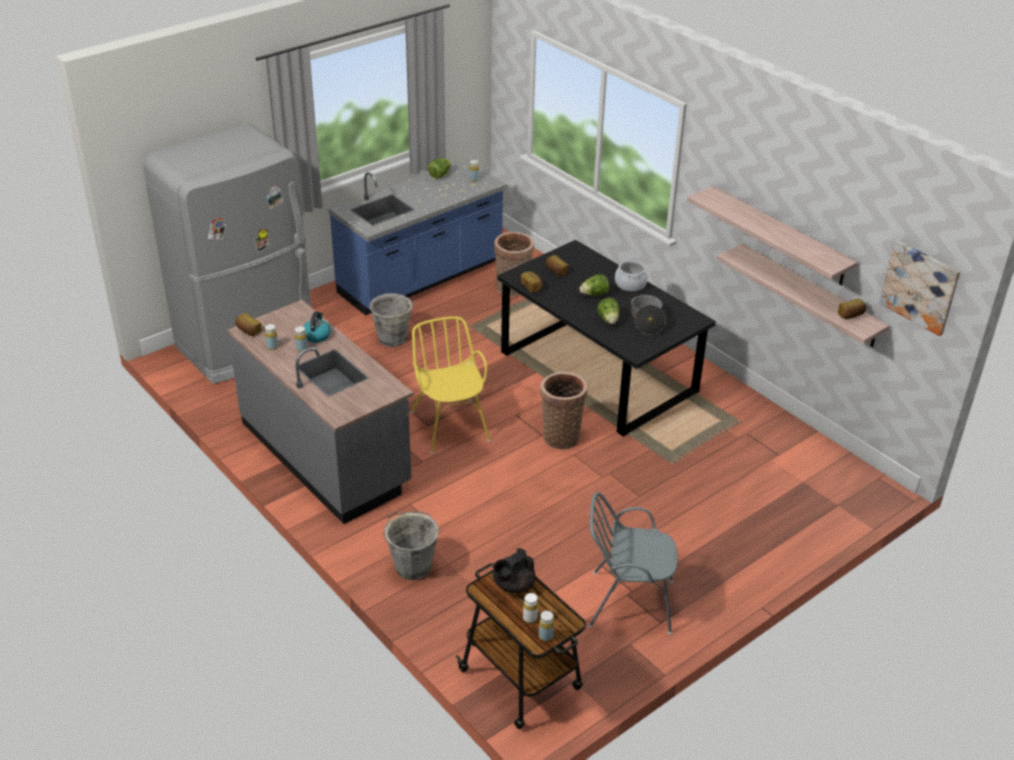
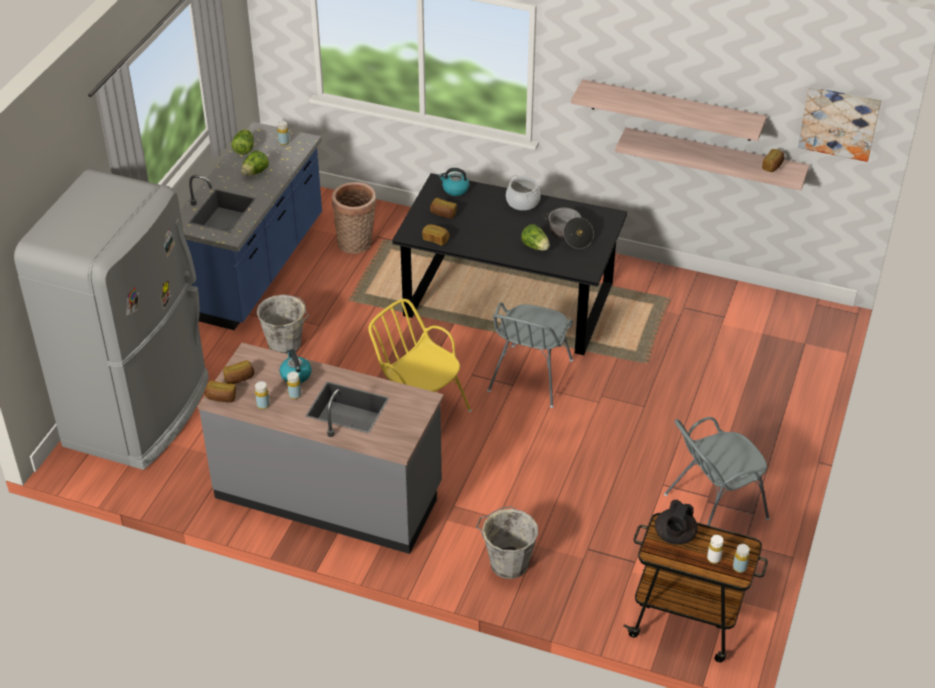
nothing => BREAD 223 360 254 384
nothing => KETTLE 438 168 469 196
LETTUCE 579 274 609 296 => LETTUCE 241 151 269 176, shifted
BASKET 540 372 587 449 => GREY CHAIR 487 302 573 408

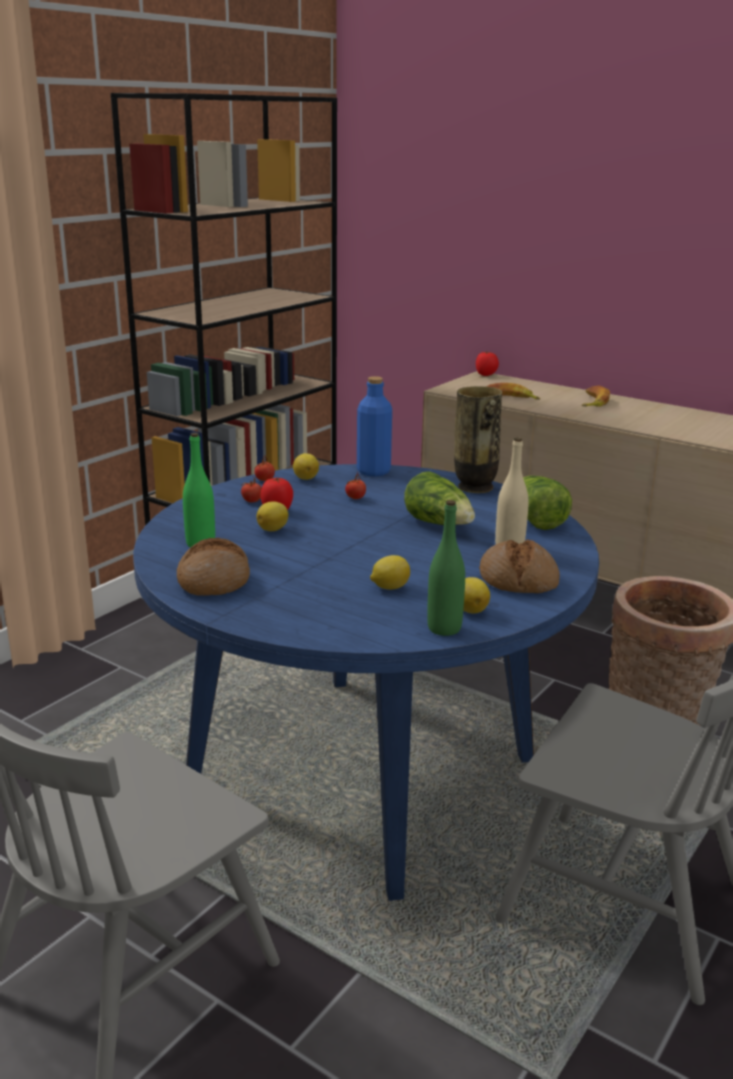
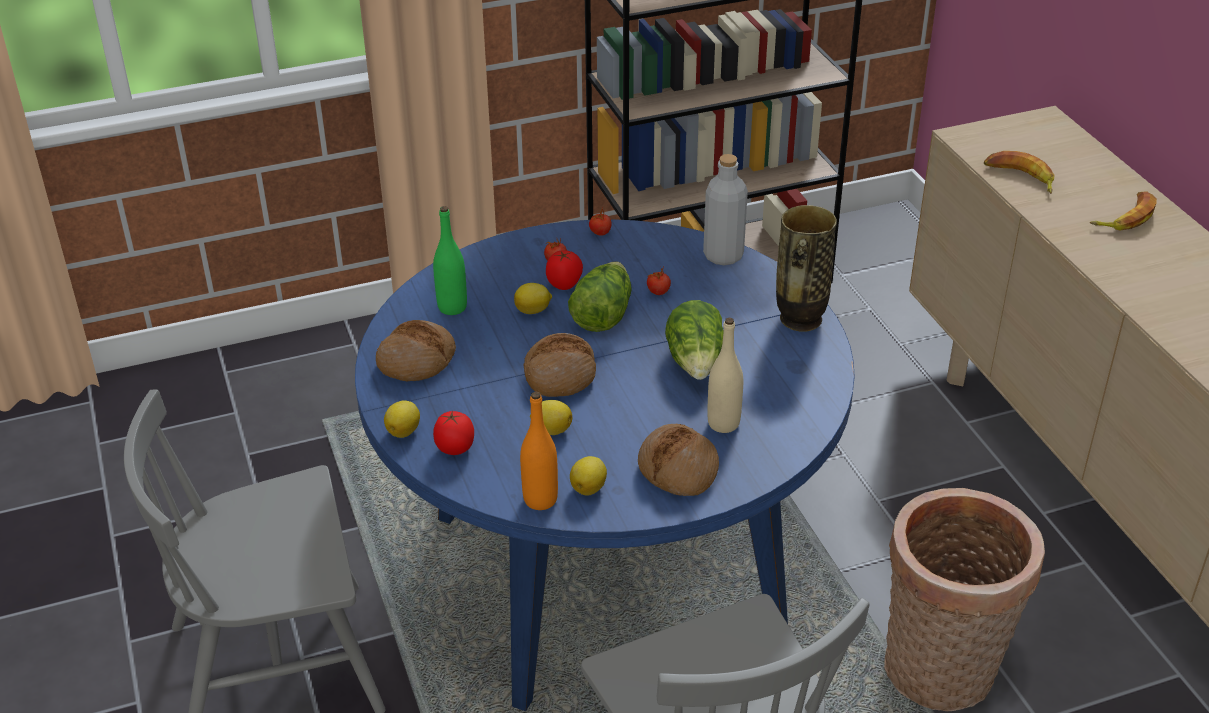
nothing => BREAD 523 333 596 397
LEMON 293 453 319 480 => LEMON 384 401 420 438, shifted
TOMATO 476 351 499 376 => TOMATO 433 411 474 455, shifted
LETTUCE 523 475 572 530 => LETTUCE 568 262 632 332, shifted
BLUE BOTTLE 357 376 392 476 => GREY BOTTLE 703 154 748 265
GREEN BOTTLE 427 500 465 636 => ORANGE BOTTLE 520 391 558 510

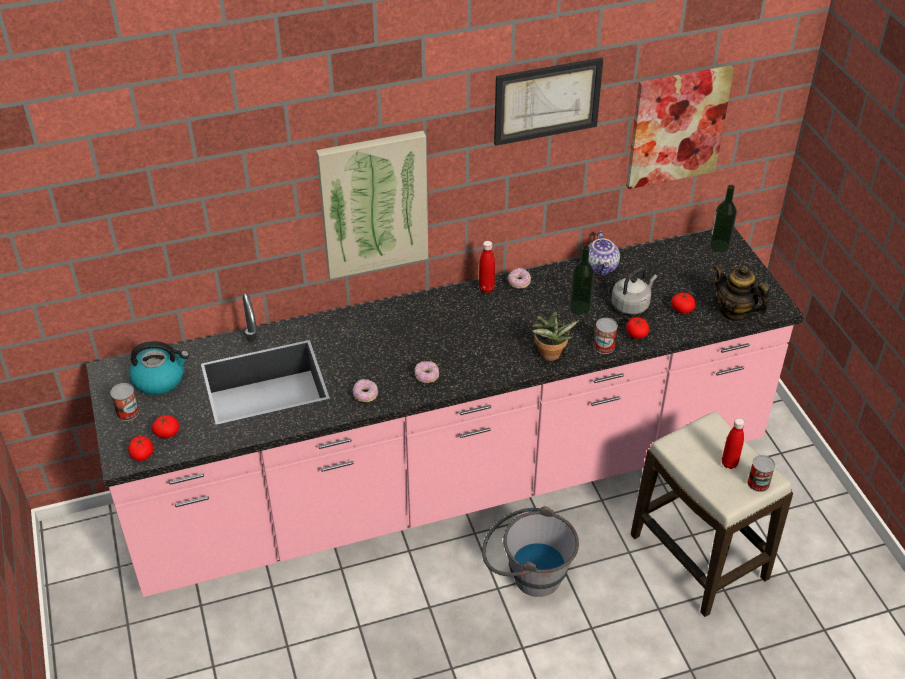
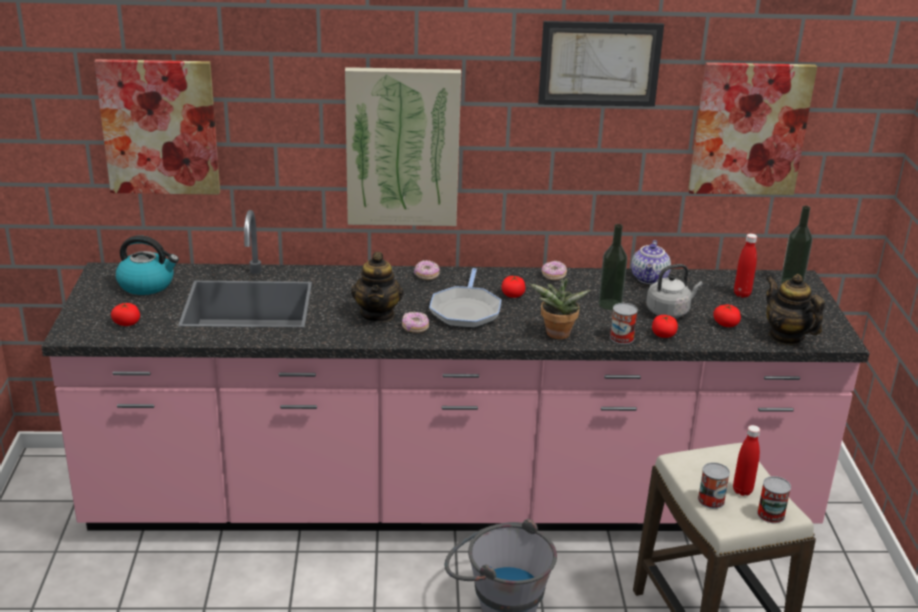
nothing => PICTURE 94 59 220 195
nothing => TEAPOT 351 252 404 322
nothing => FRYING PAN 429 268 501 328
CAN 110 383 139 421 => CAN 698 462 730 509, shifted
TOMATO 128 436 154 461 => TOMATO 502 275 525 298, shifted
DONUT 353 379 378 402 => DONUT 414 260 440 280, shifted
RED BOTTLE 479 241 495 293 => RED BOTTLE 734 234 757 298, shifted

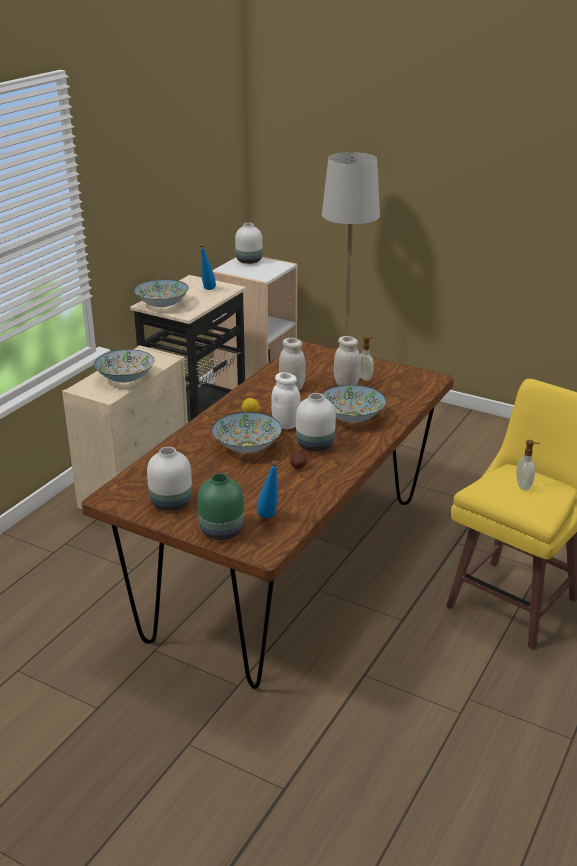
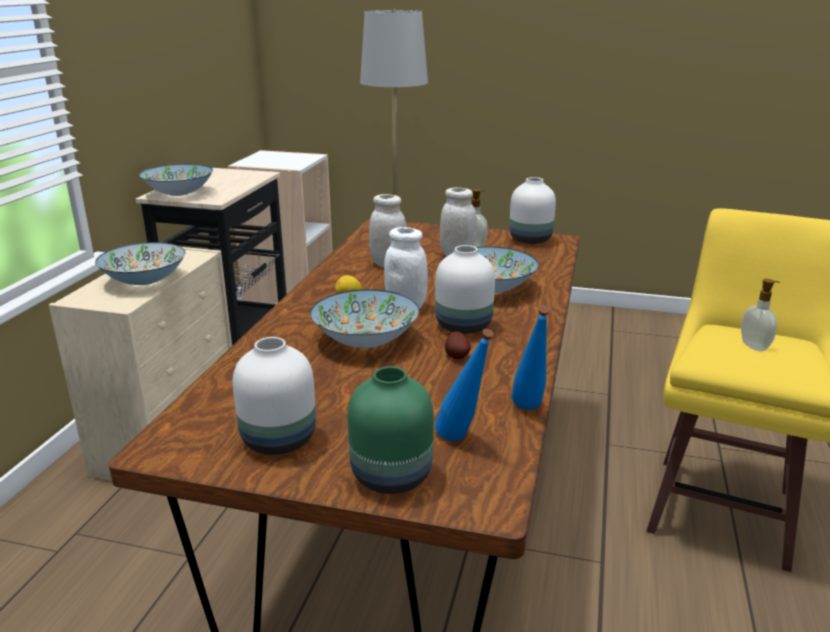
BLUE BOTTLE 200 243 216 290 => BLUE BOTTLE 512 306 550 410, shifted
WHITE VASE 235 223 262 264 => WHITE VASE 509 177 556 244, shifted

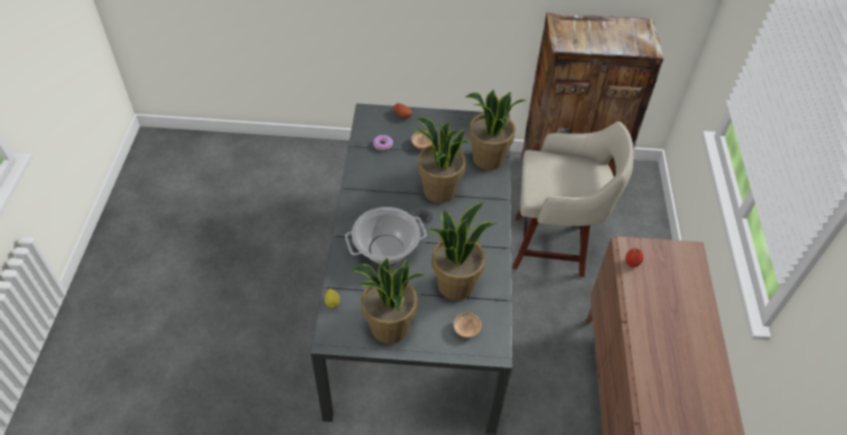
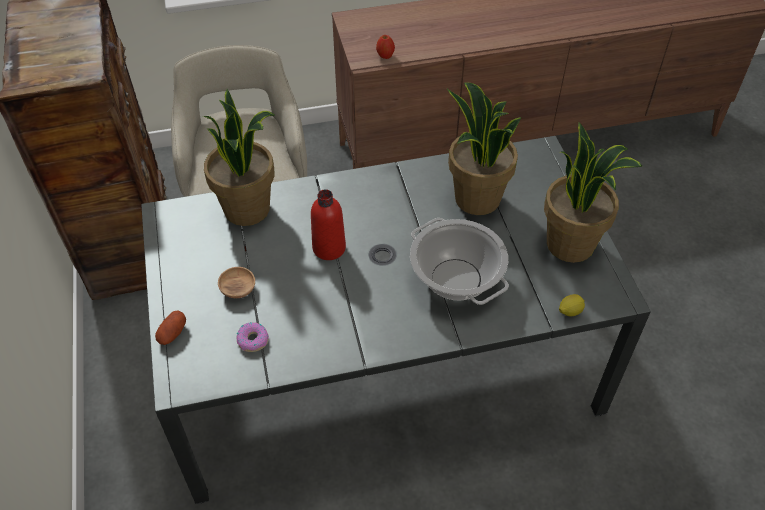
BROWN BOWL 453 312 482 338 => nothing
POTTED PLANT 413 118 470 203 => RED BOTTLE 311 189 346 260

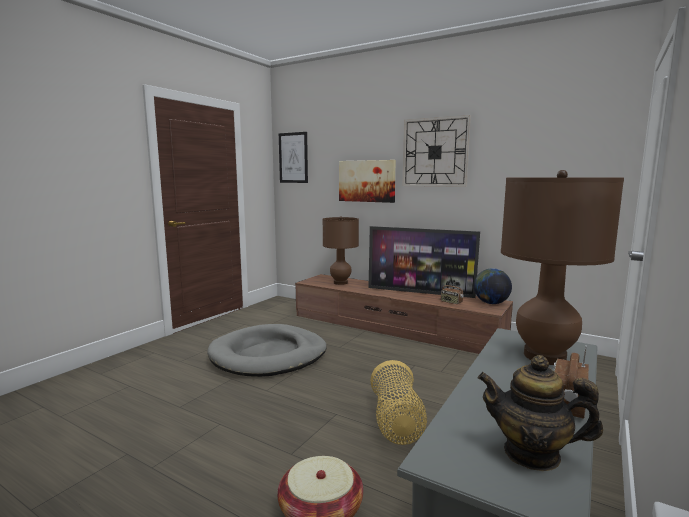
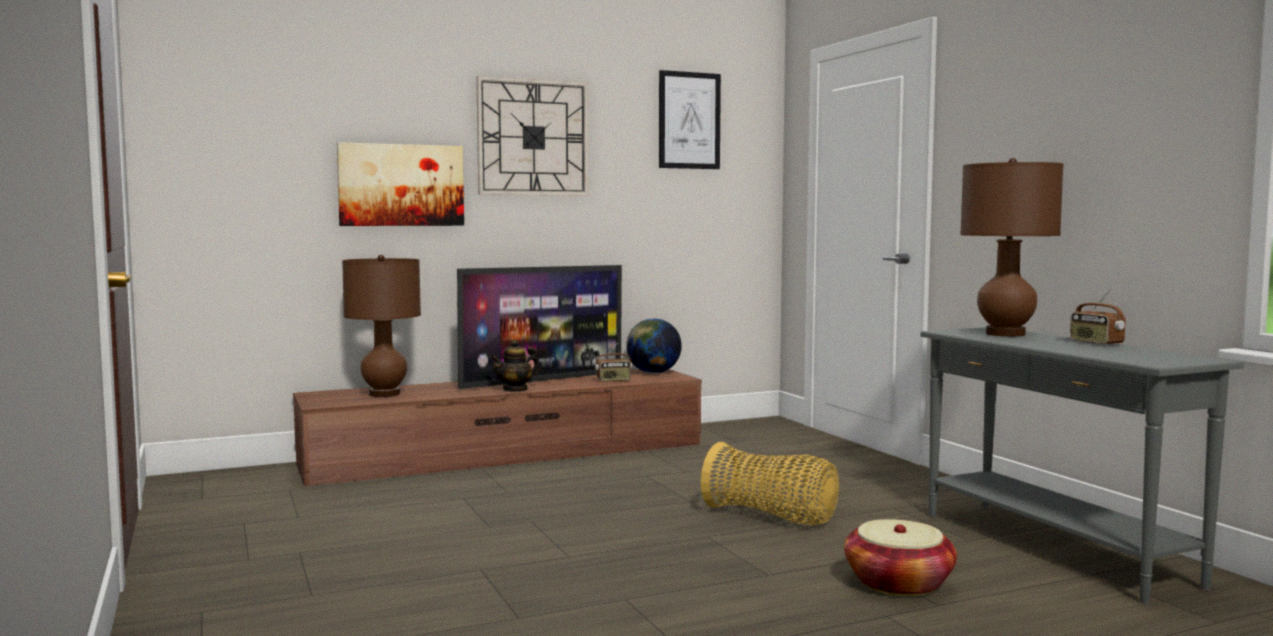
GREY DOG BED 207 324 327 377 => nothing
PICTURE 279 132 308 183 => PICTURE 659 70 721 169, shifted
TEAPOT 478 355 603 471 => TEAPOT 490 340 540 392, shifted

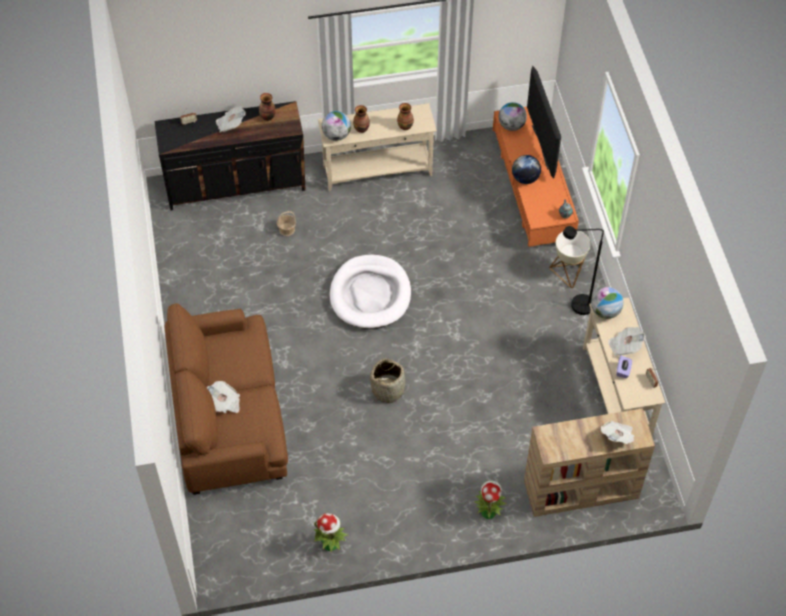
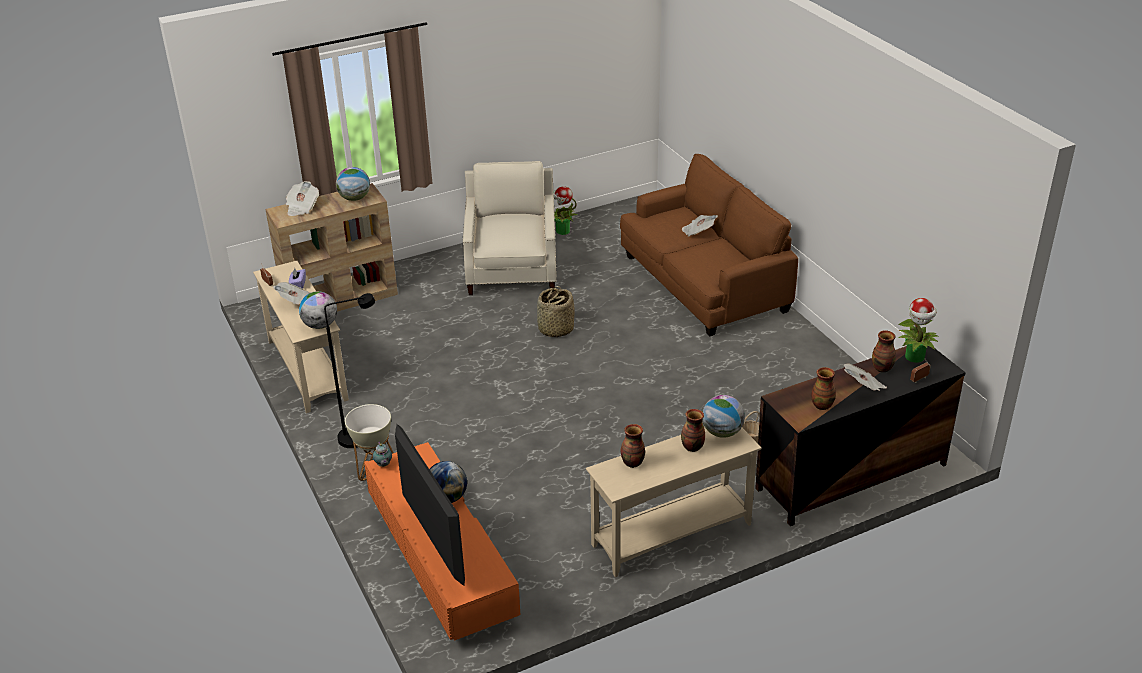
WHITE DOG BED 330 255 411 329 => nothing
nothing => BEIGE ARMCHAIR 462 161 557 295
nothing => VASE 872 330 896 372
POTTED PLANT 474 481 507 519 => POTTED PLANT 898 298 939 363, shifted
GLOBE 499 102 527 131 => GLOBE 336 167 370 201, shifted

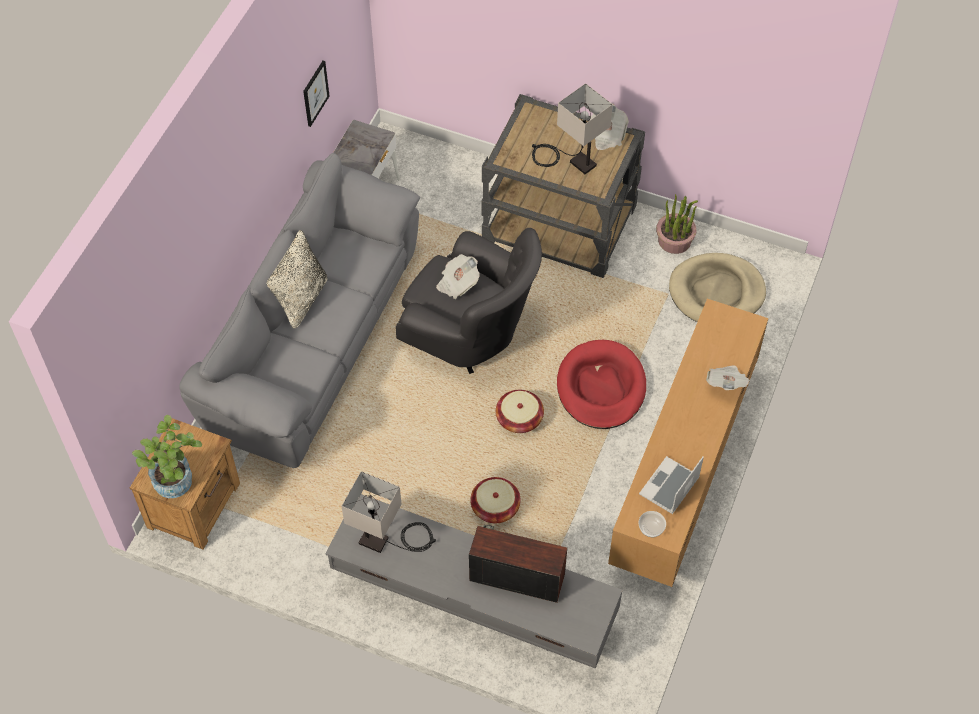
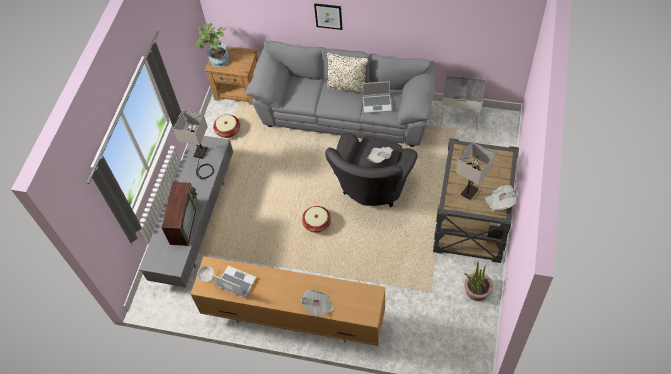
RED DOG BED 557 340 646 429 => nothing
BEIGE DOG BED 669 253 766 322 => nothing
nothing => LAPTOP 362 81 392 113
PICTURE 303 60 329 127 => PICTURE 314 3 343 30, shifted
BASKET 470 477 521 523 => BASKET 213 115 240 138, shifted

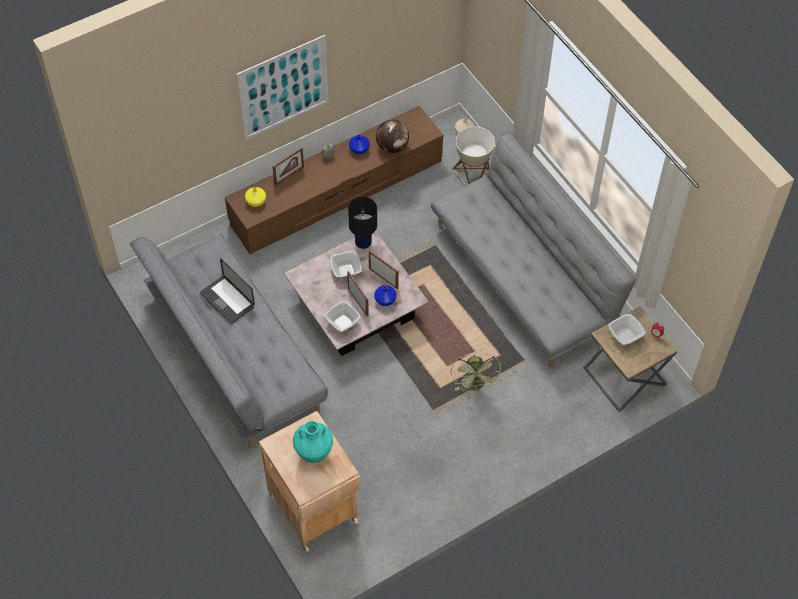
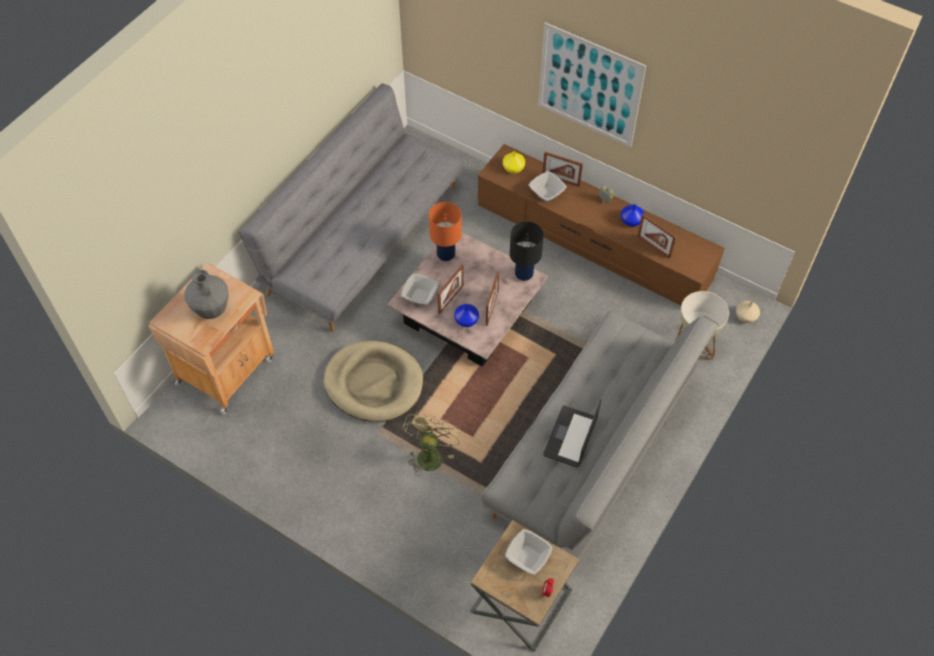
nothing => BEIGE DOG BED 323 341 423 422
nothing => ORANGE TABLE LAMP 429 202 462 261
LAPTOP 200 258 255 324 => LAPTOP 543 399 601 467, shifted
BOWL 330 251 362 278 => BOWL 528 171 567 202, shifted
GLOBE 376 120 409 153 => PICTURE FRAME 637 214 676 259
TURQUOISE VASE 293 421 333 463 => GREY VASE 184 269 229 319
GREEN FAN 451 352 501 392 => GREEN FAN 403 413 461 476, 135 degrees clockwise

